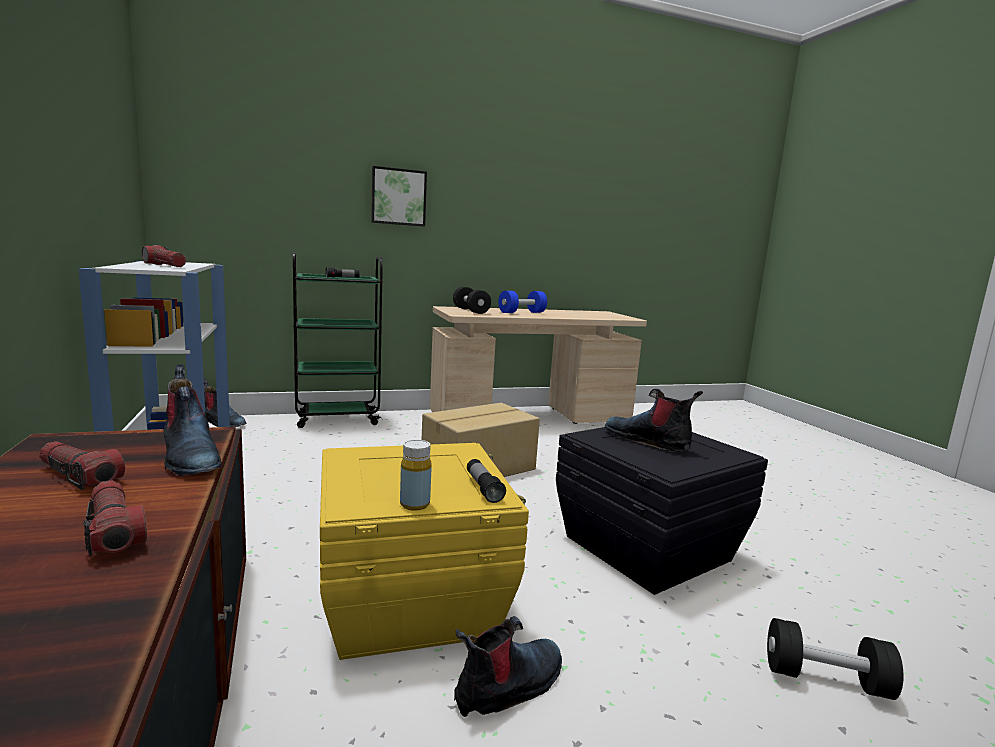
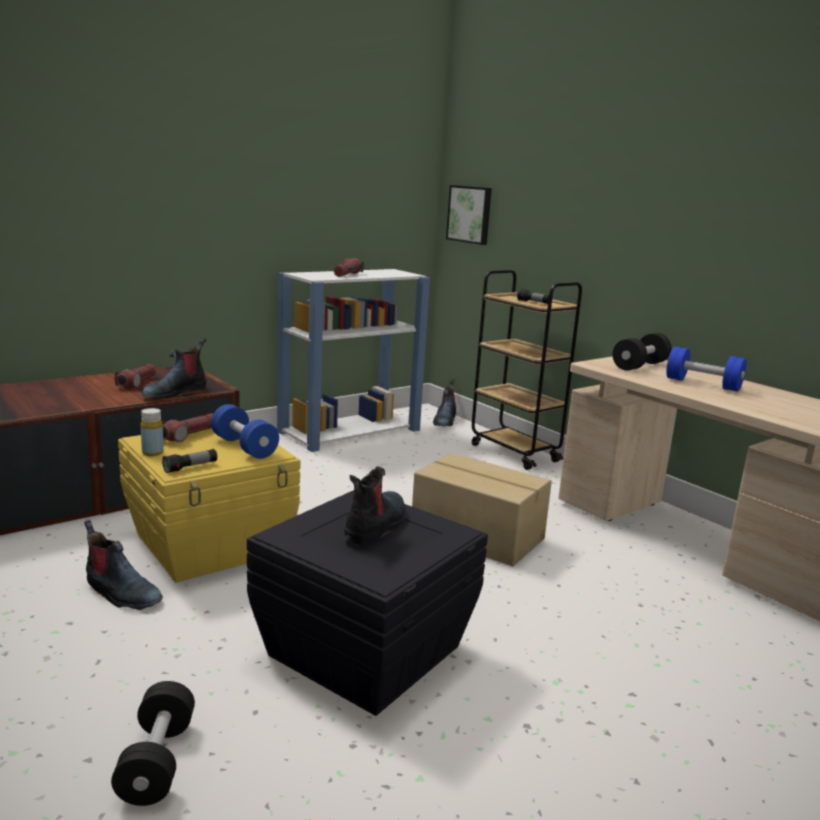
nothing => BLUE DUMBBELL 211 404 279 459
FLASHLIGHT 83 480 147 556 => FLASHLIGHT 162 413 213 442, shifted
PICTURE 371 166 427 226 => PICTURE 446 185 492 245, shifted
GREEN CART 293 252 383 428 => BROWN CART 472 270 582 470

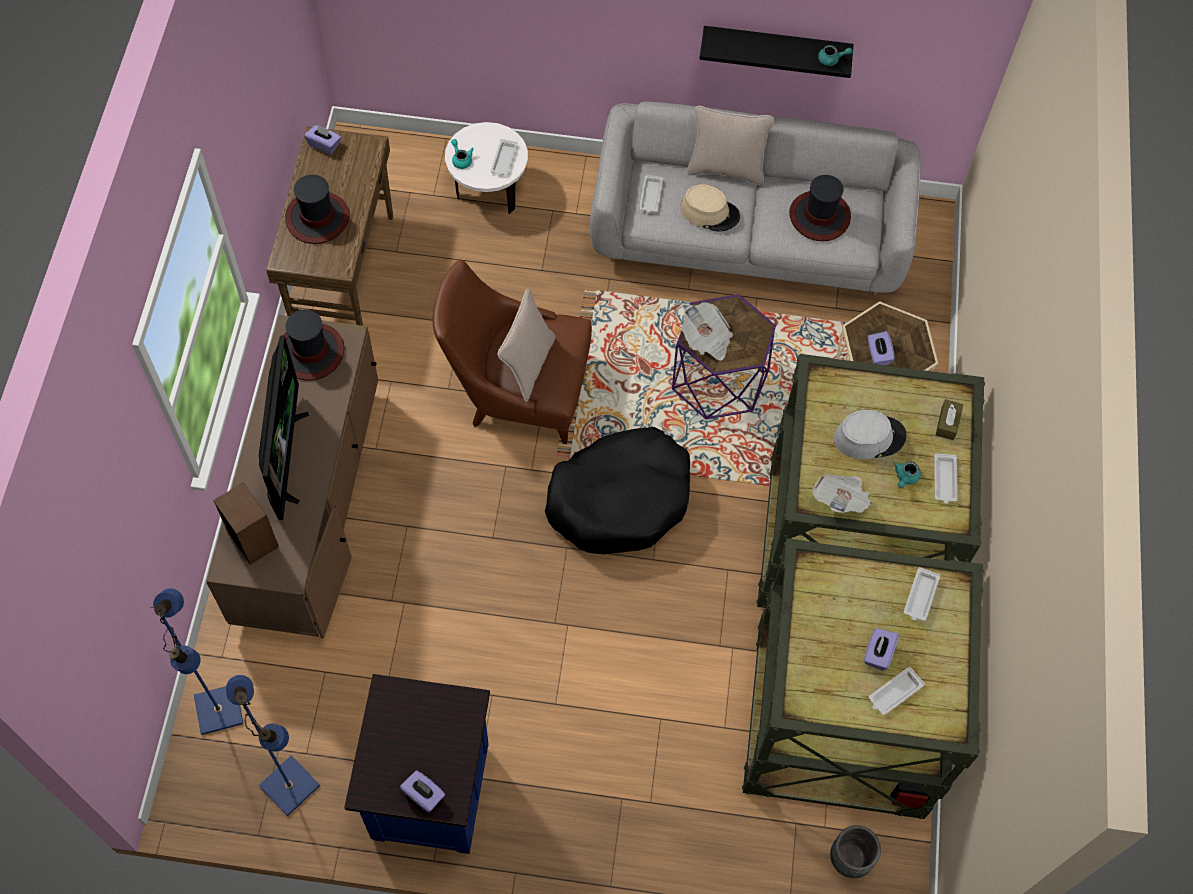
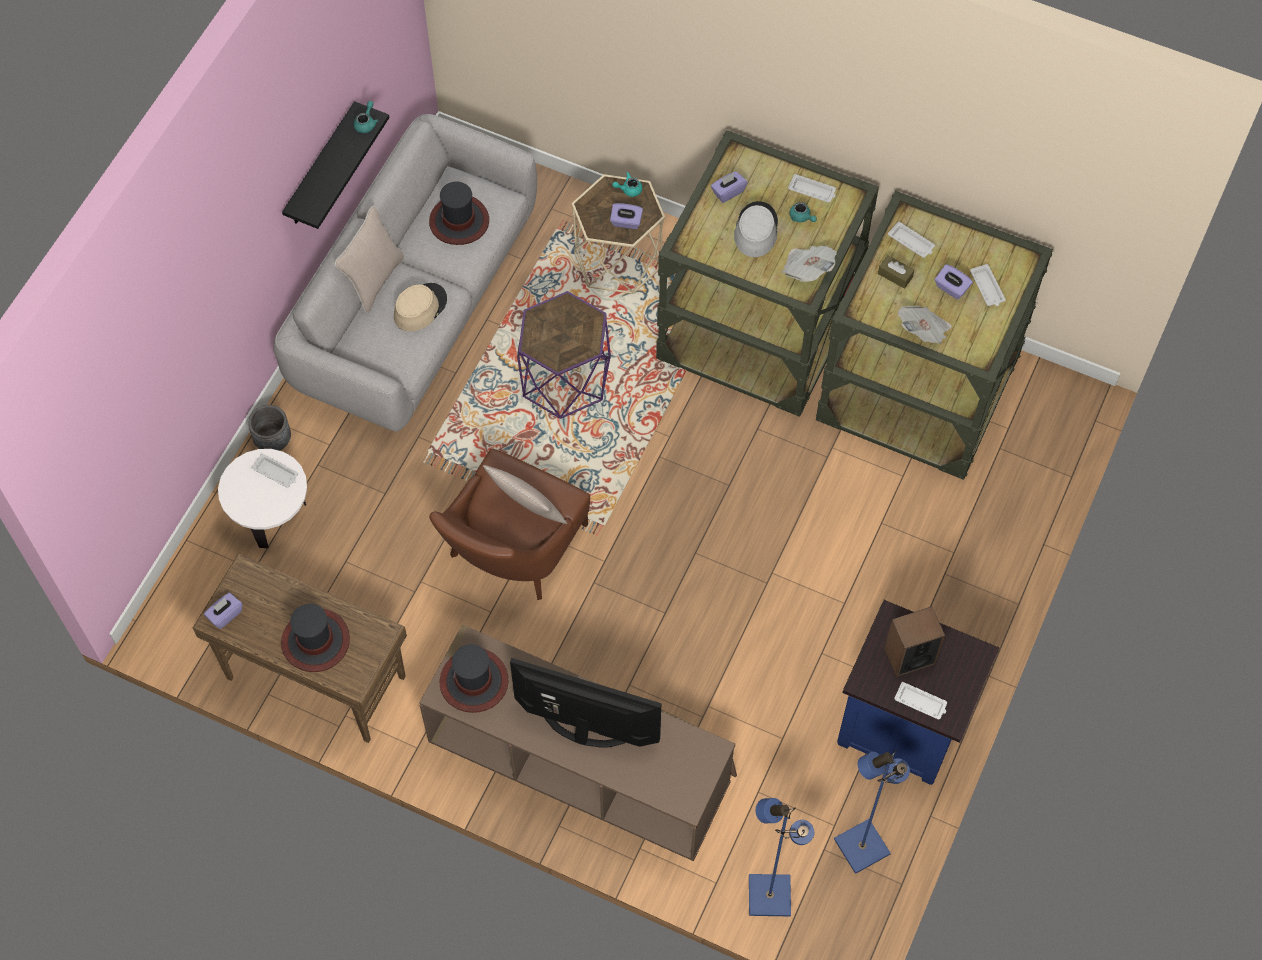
BLACK DOG BED 545 427 690 554 => nothing
SPEAKER 213 482 279 565 => SPEAKER 884 607 945 677, shifted
PURPLE TISSUE BOX 400 771 445 813 => PURPLE TISSUE BOX 711 171 747 203, shifted
TURQUOISE TEAPOT 451 139 474 169 => TURQUOISE TEAPOT 612 172 642 197, shifted
WHITE TRAY 639 175 663 213 => WHITE TRAY 894 682 947 719, shifted
NEWSPAPER 681 302 733 361 => NEWSPAPER 898 306 952 344, shifted
GREY PLANTER 830 825 881 878 => GREY PLANTER 248 405 291 451, shifted
BROWN TISSUE BOX 936 399 963 440 => BROWN TISSUE BOX 878 255 914 289, shifted

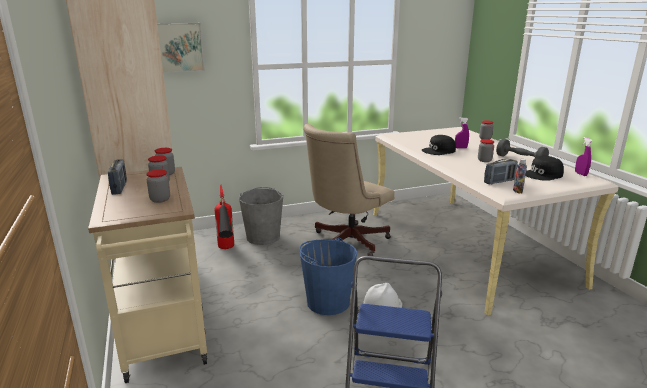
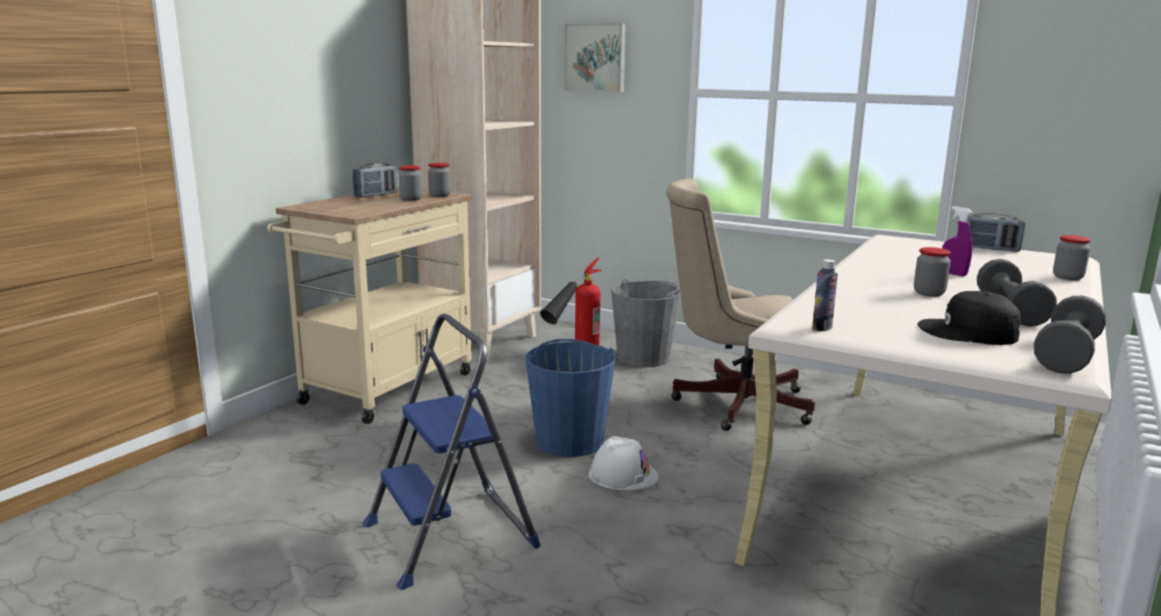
JAR 146 169 170 203 => nothing
BLACK CAP 422 135 456 155 => nothing
RADIO 484 159 518 185 => RADIO 967 213 1025 252, shifted
PURPLE SPRAY BOTTLE 575 137 593 176 => GREY DUMBBELL 1034 296 1106 374

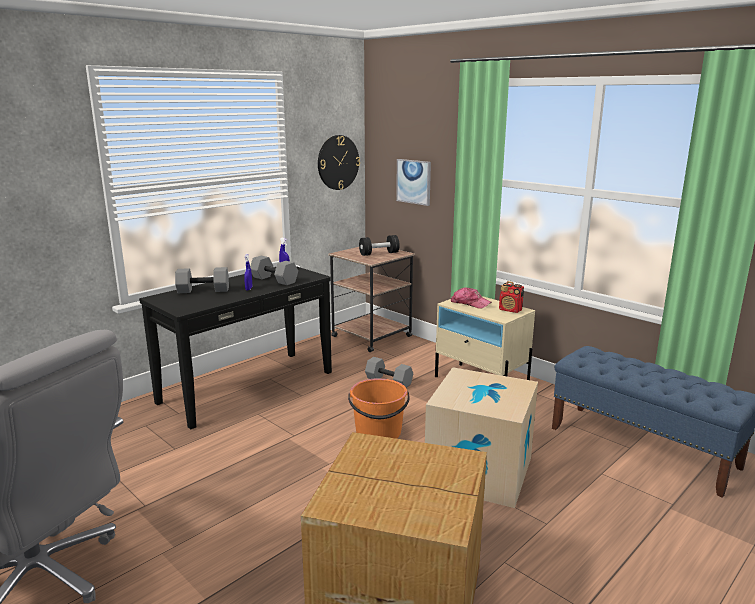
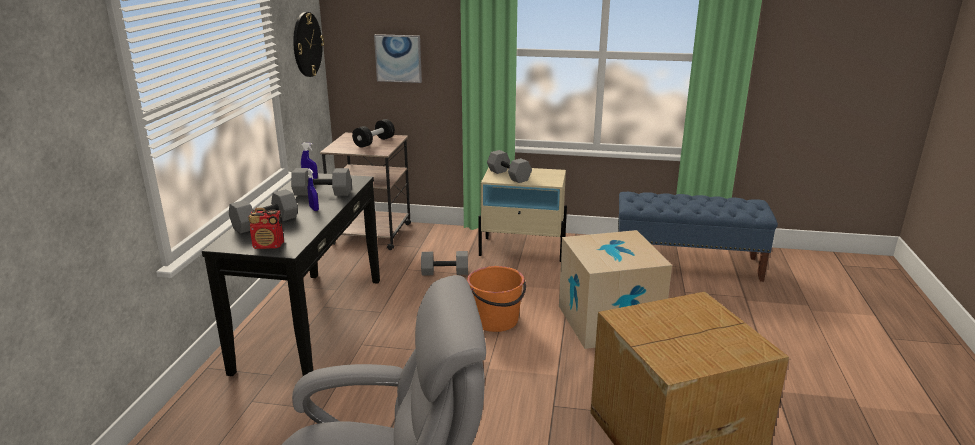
RADIO 499 281 524 313 => RADIO 248 208 284 249, shifted
CAP 451 287 492 309 => GREY DUMBBELL 487 150 532 183

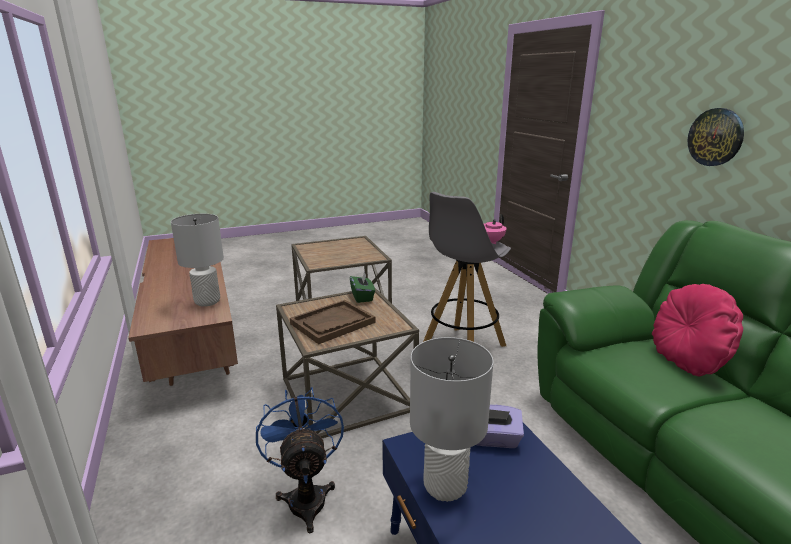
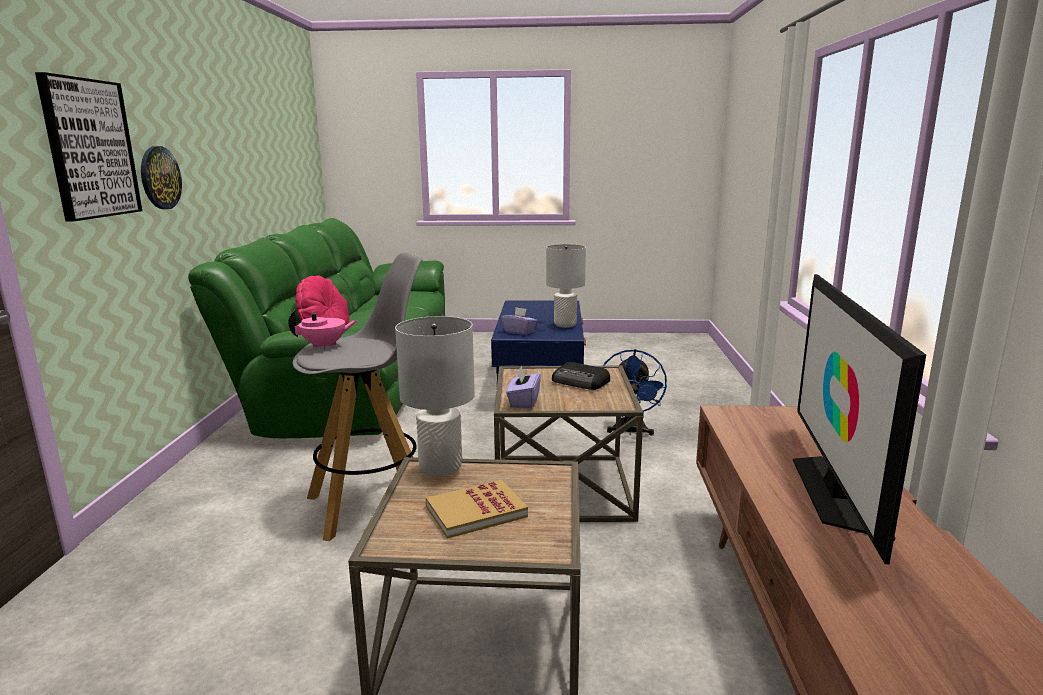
nothing => PICTURE 35 72 142 221
nothing => BOOK 426 480 528 539
nothing => TELEVISION 793 274 926 565
GREY TABLE LAMP 171 214 224 307 => GREY TABLE LAMP 395 316 475 477, shifted
BROWN TRAY 290 300 376 344 => RADIO 552 362 610 390
GREEN TISSUE BOX 350 271 375 303 => PURPLE TISSUE BOX 506 366 541 409

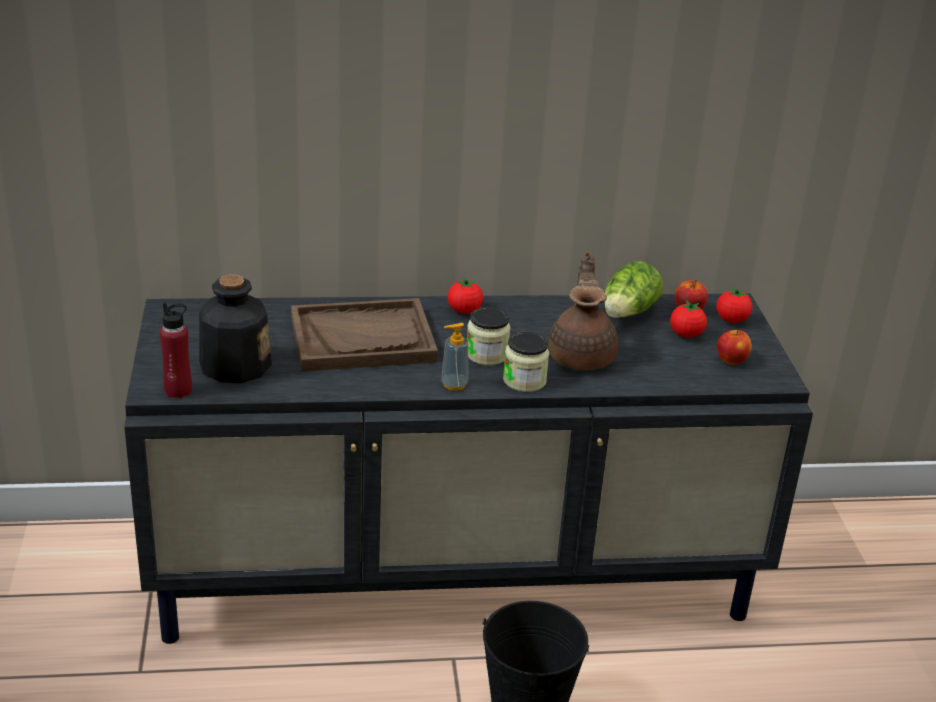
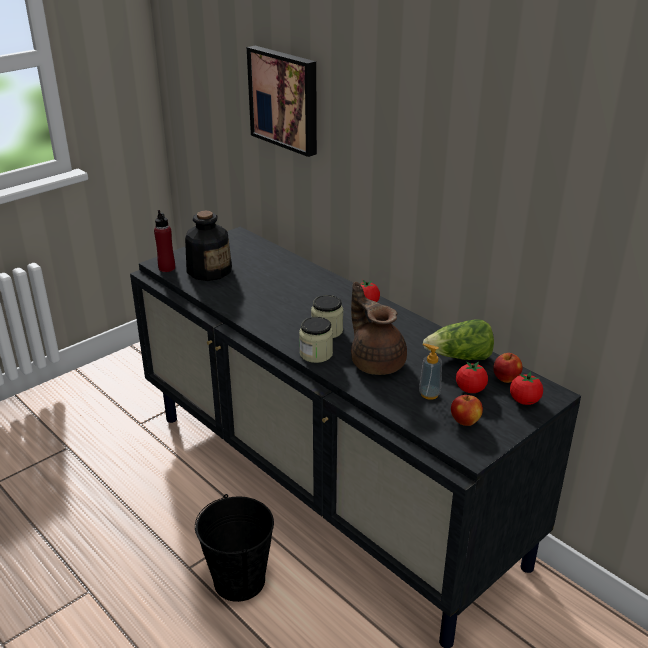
BROWN TRAY 291 298 438 372 => nothing
nothing => PICTURE 247 46 317 157
SOAP DISPENSER 441 323 468 391 => SOAP DISPENSER 419 343 442 400, shifted
BROWN TEAPOT 548 251 618 370 => BROWN TEAPOT 351 282 407 375, 90 degrees counterclockwise

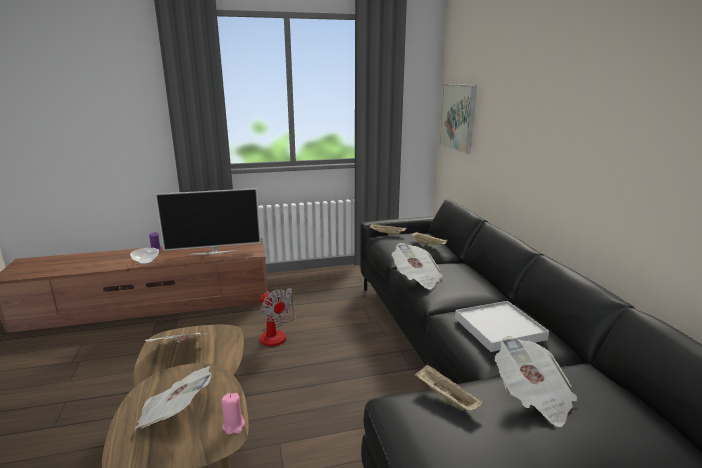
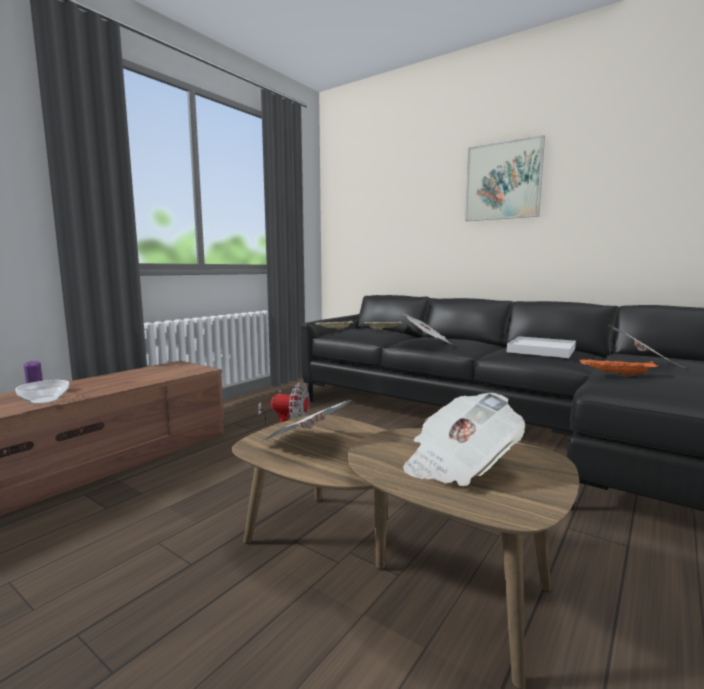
TELEVISION 155 188 261 255 => nothing
PINK CANDLE 221 393 245 434 => nothing
PICTURE 439 84 477 154 => PICTURE 465 135 545 221, shifted
BEIGE TRAY 415 364 484 411 => ORANGE TRAY 579 359 658 377

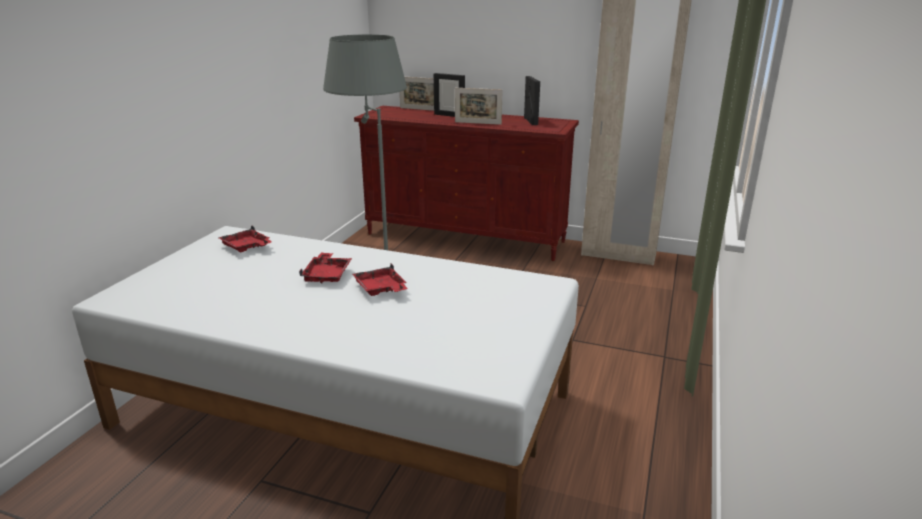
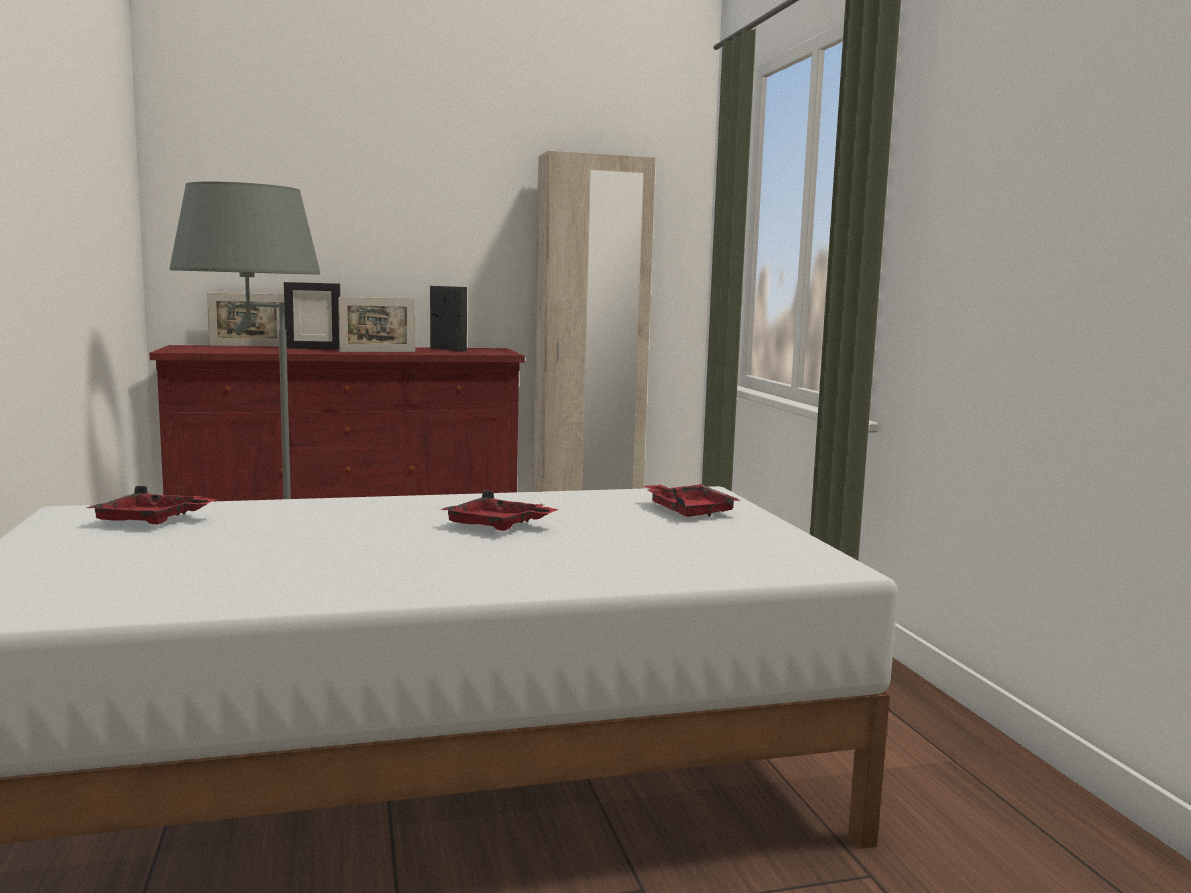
RED TRAY 299 253 352 284 => RED TRAY 643 484 739 517, shifted

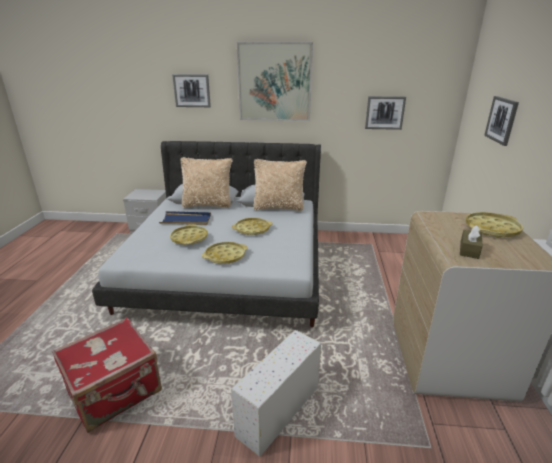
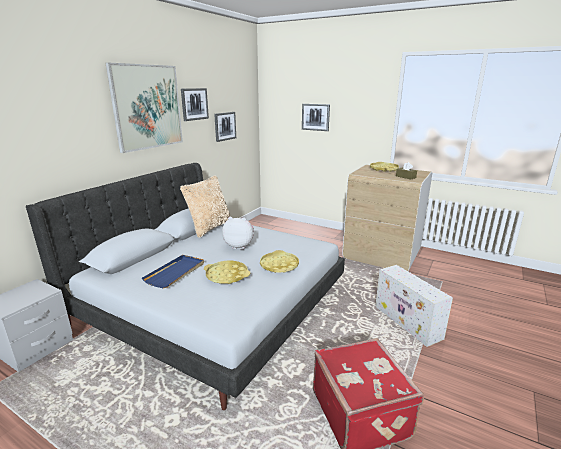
BEIGE PILLOW 180 157 232 208 => nothing
PICTURE 172 74 211 107 => PICTURE 181 88 209 121, shifted
YELLOW TRAY 232 218 273 235 => PLUSH TOY 222 217 254 249

